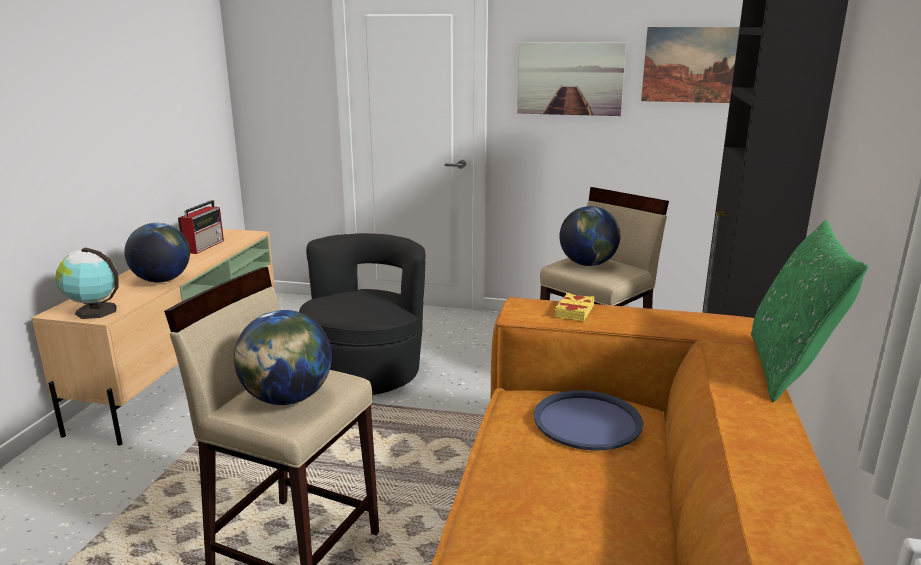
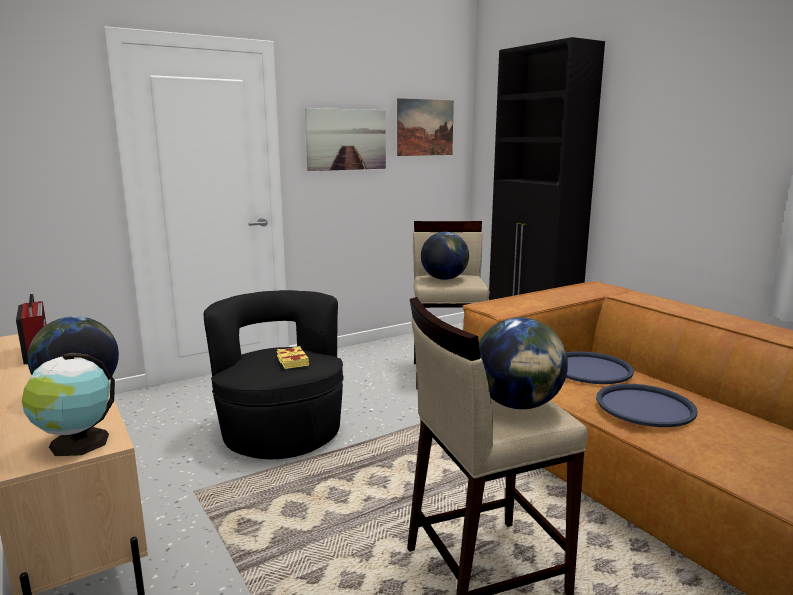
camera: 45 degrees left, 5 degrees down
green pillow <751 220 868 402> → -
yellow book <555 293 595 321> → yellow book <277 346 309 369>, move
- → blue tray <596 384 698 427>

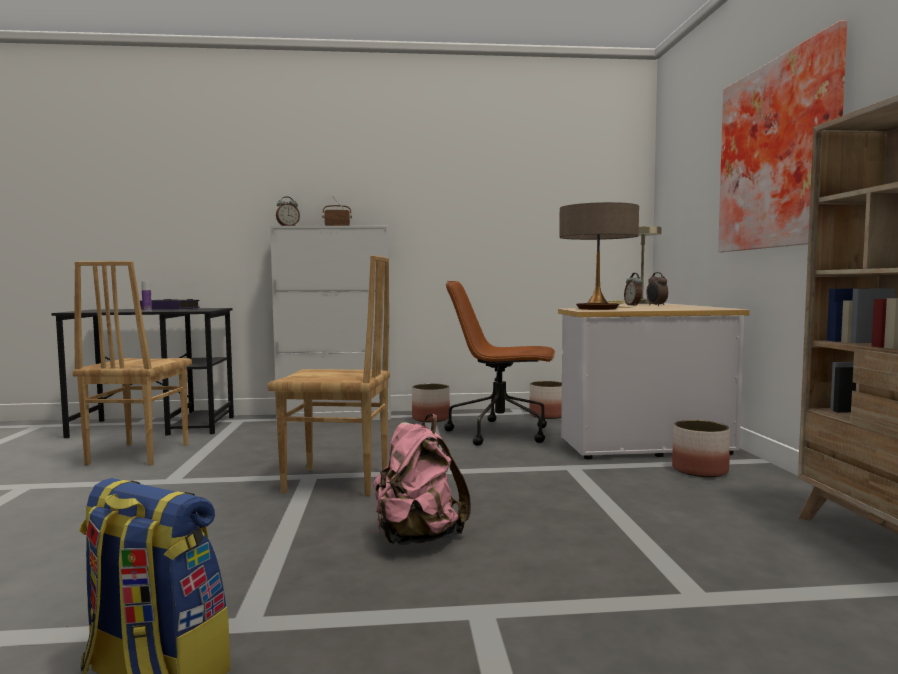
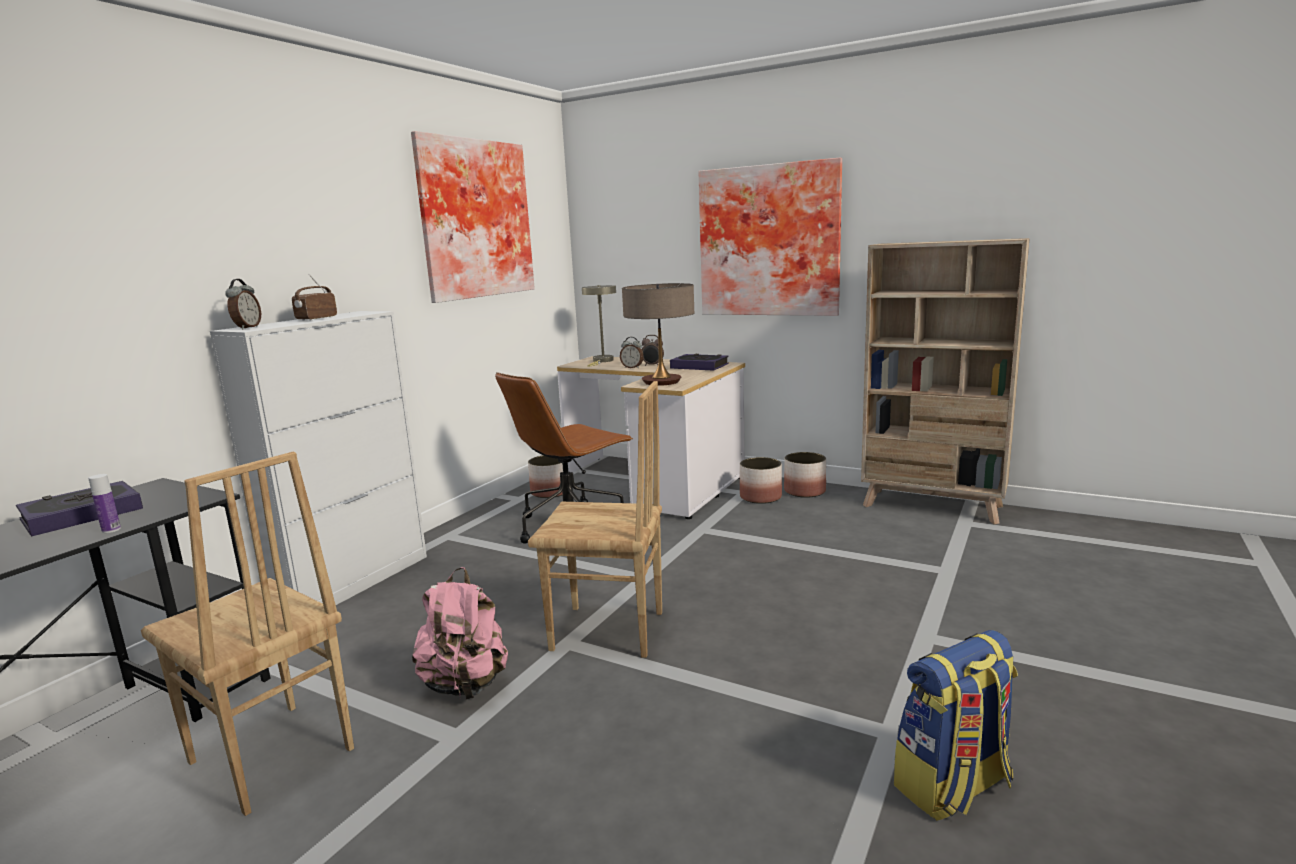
camera: 55 degrees left, 10 degrees up
brown chair <268 255 390 496> → brown chair <528 381 662 658>, 60 degrees clockwise
planter <412 384 450 423> → planter <784 452 826 498>, move
pink backpack <373 414 471 545> → pink backpack <412 567 508 699>, move
- → picture <411 131 535 303>
- → book <670 354 729 371>

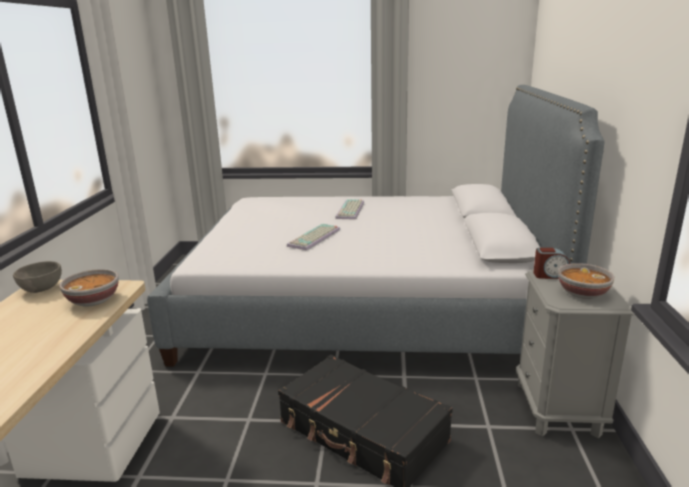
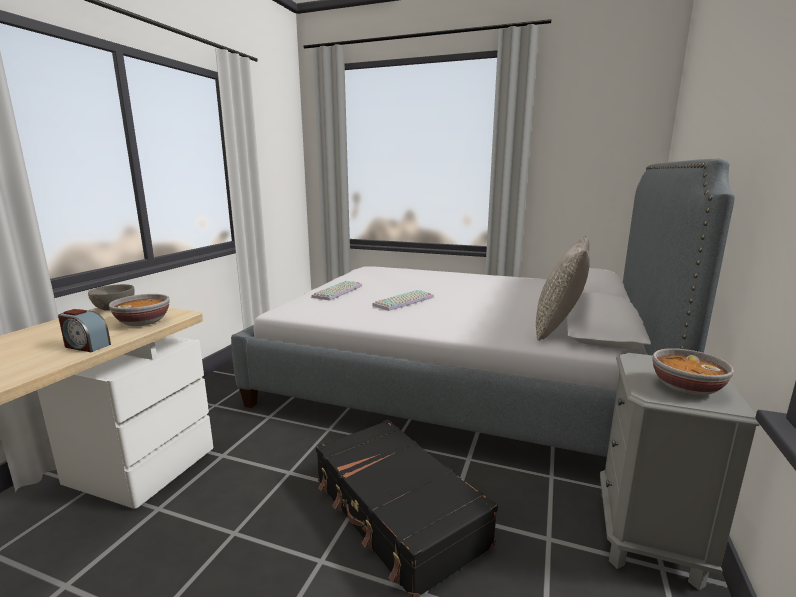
camera: 15 degrees right, 5 degrees down
keyboard <335 199 364 220> → keyboard <311 281 362 301>, move
alarm clock <533 248 570 279> → alarm clock <58 309 111 352>, move
- → grey pillow <536 235 590 341>

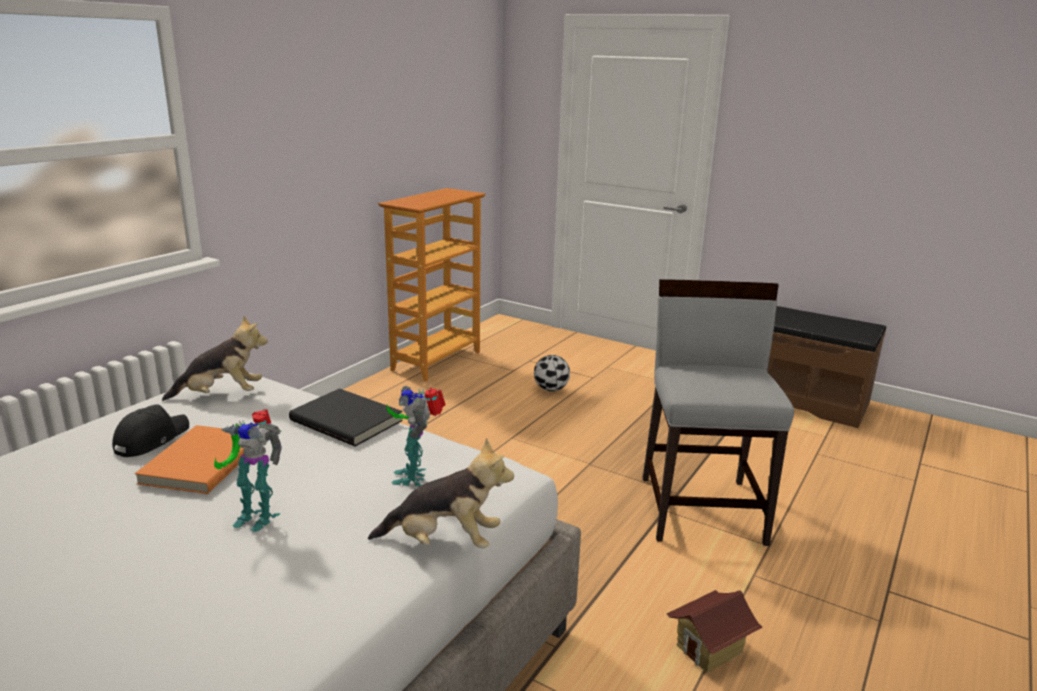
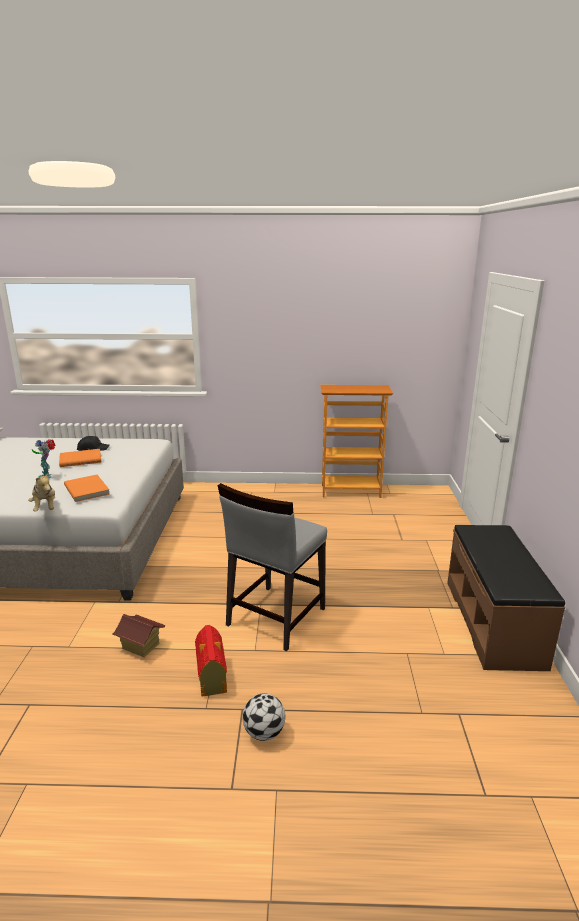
camera: 60 degrees right, 0 degrees up
grey chair <643 279 794 546> → grey chair <218 483 327 651>, 150 degrees clockwise
plush toy <162 316 268 401> → -
football <534 355 570 391> → football <243 693 285 741>, move
toy robot <387 386 446 486> → orange book <64 475 110 502>
black book <289 388 403 447> → -
- → toy house <195 625 227 697>

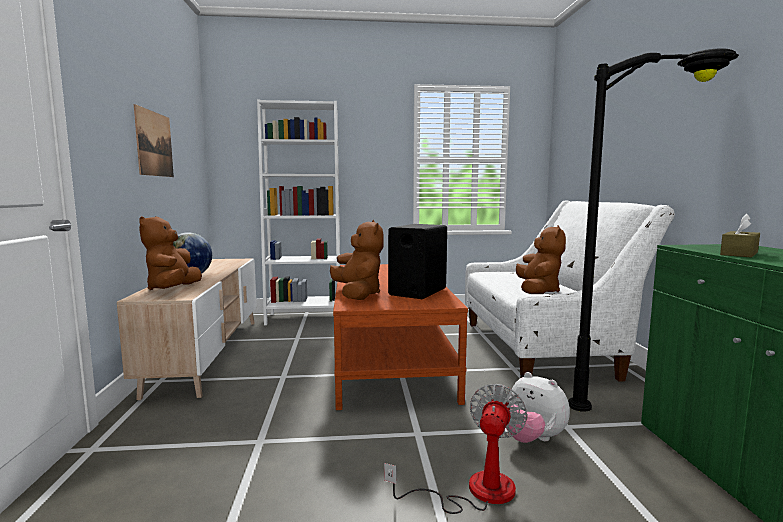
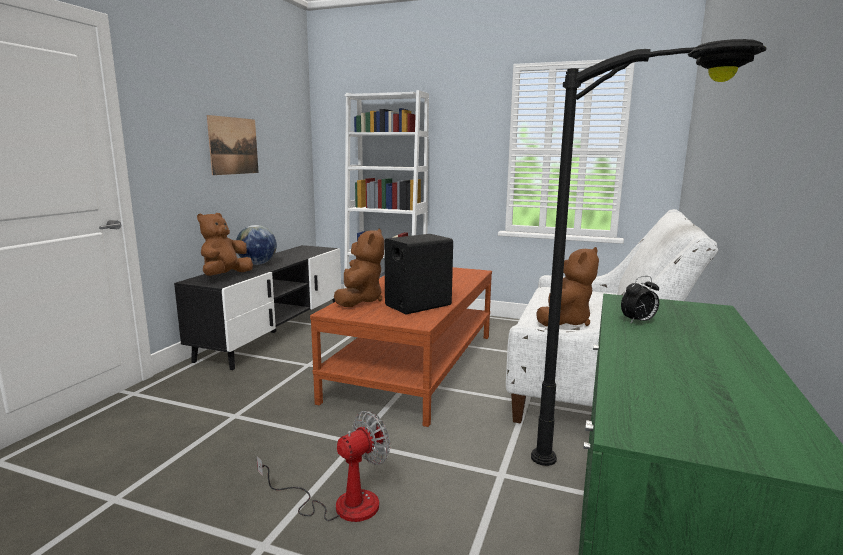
camera: 25 degrees right, 5 degrees up
brown tissue box <720 213 760 258> → alarm clock <621 276 659 324>
beige tv stand <117 259 257 400> → black tv stand <174 245 341 370>
plush toy <505 372 570 443> → -

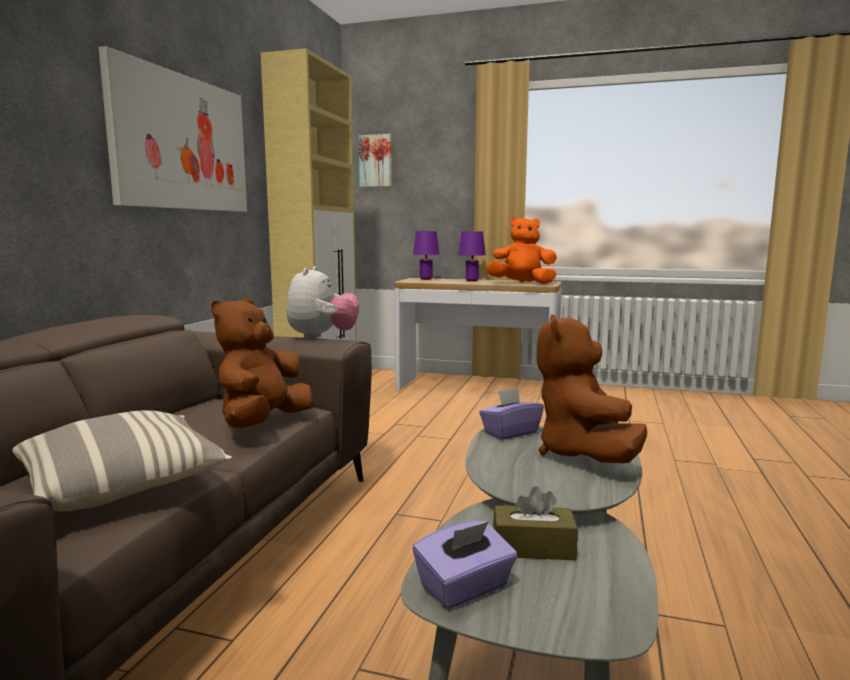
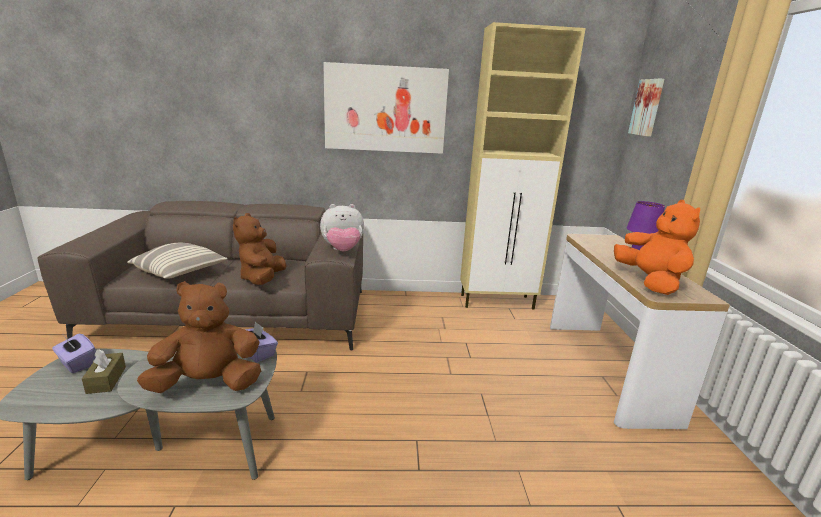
camera: 70 degrees right, 10 degrees up
purple table lamp <413 231 440 280> → -
brown plush toy <211 298 313 428> → brown plush toy <233 213 287 285>, 90 degrees counterclockwise

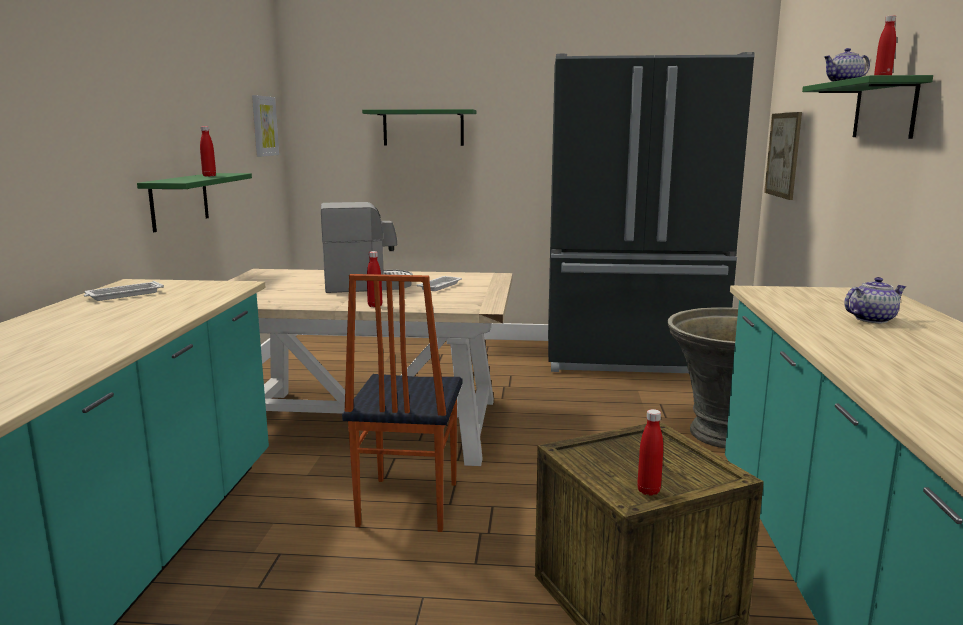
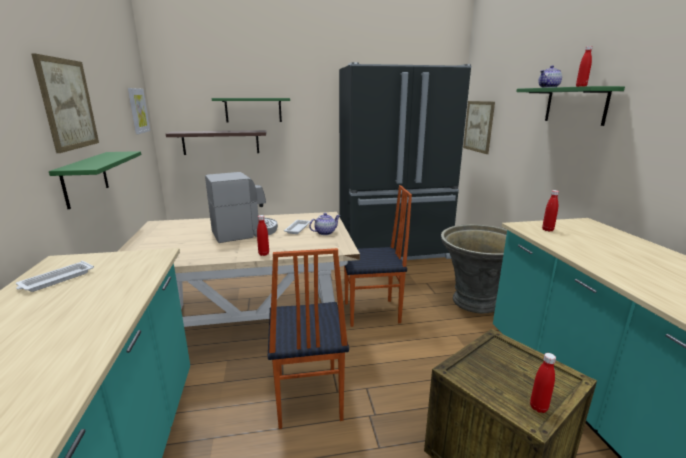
camera: 15 degrees left, 5 degrees up
red bottle <200 126 216 176> → red bottle <542 190 559 231>, move
teapot <844 277 906 323> → teapot <309 213 340 235>, move
- → picture <31 53 99 153>
- → shelf <166 130 266 155>
- → chair <344 185 412 327>

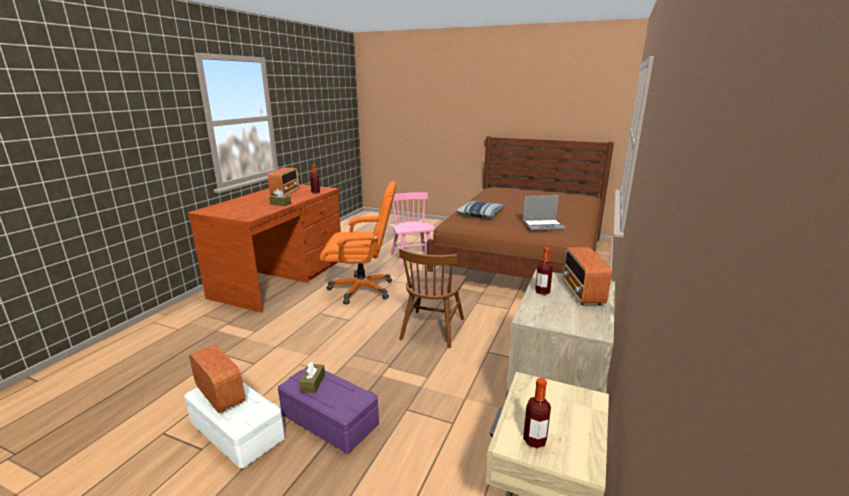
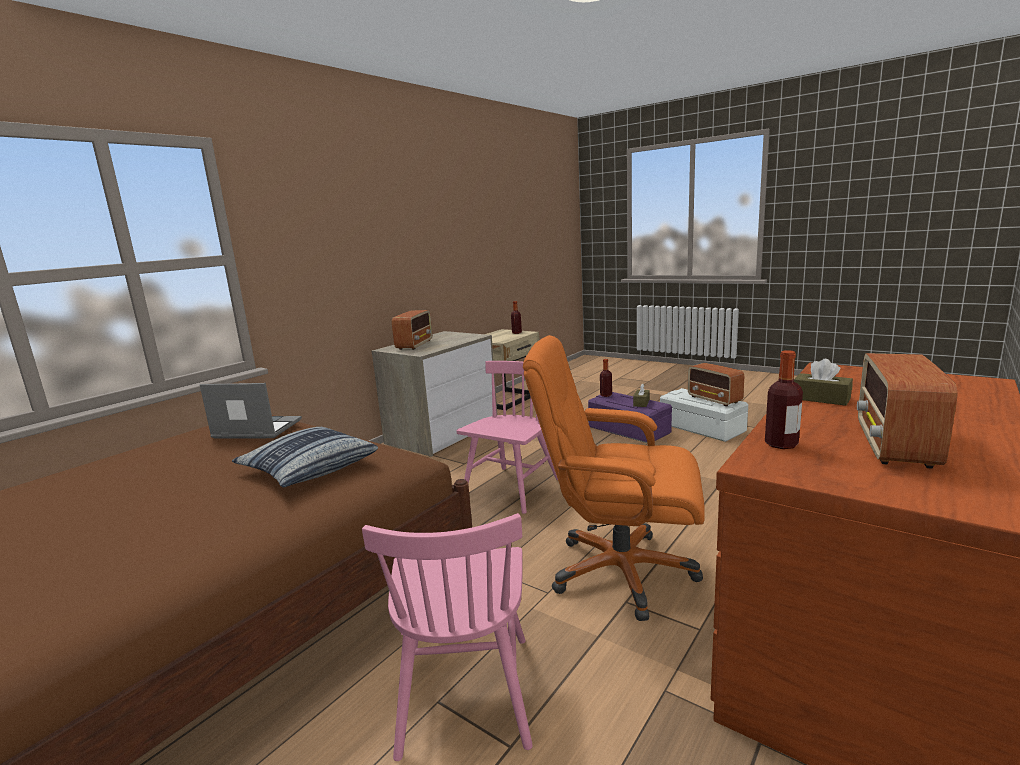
camera: 165 degrees left, 5 degrees down
bottle <535 247 553 295> → bottle <600 359 612 397>, move
brown chair <399 248 466 348> → pink chair <456 361 558 514>

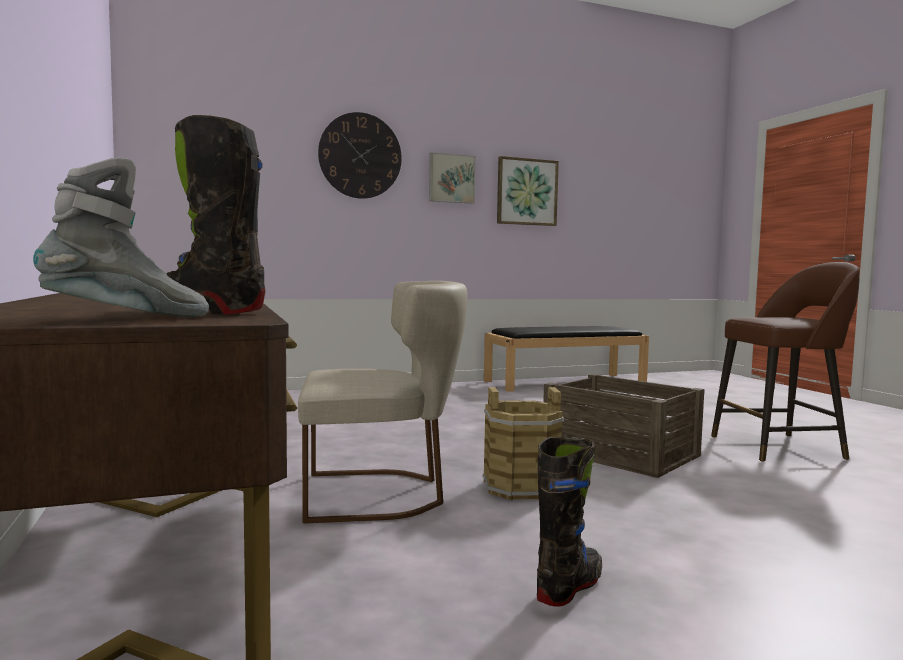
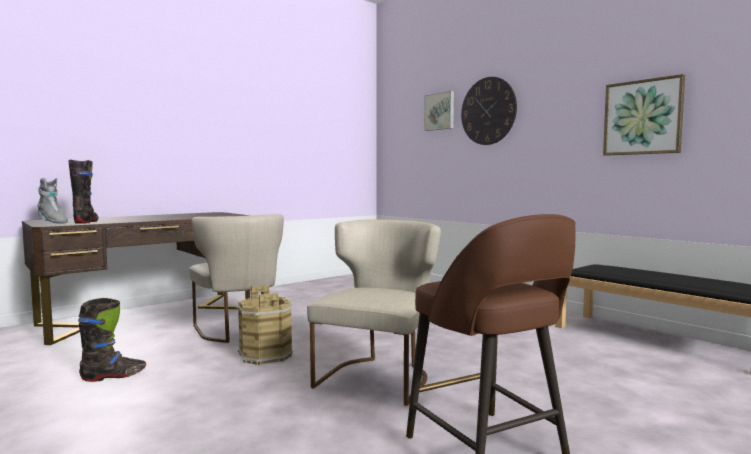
camera: 70 degrees right, 0 degrees up
picture <429 152 476 204> → picture <424 91 454 131>, move
crate <543 374 704 478> → beige chair <307 219 441 406>
black boot <537 437 602 607> → black boot <78 298 146 382>, 45 degrees counterclockwise

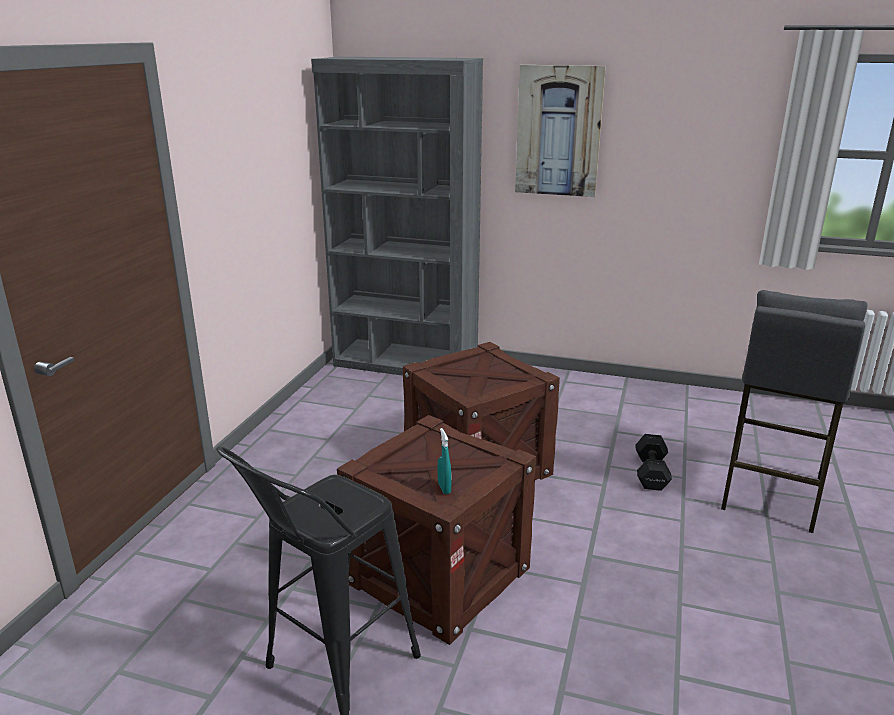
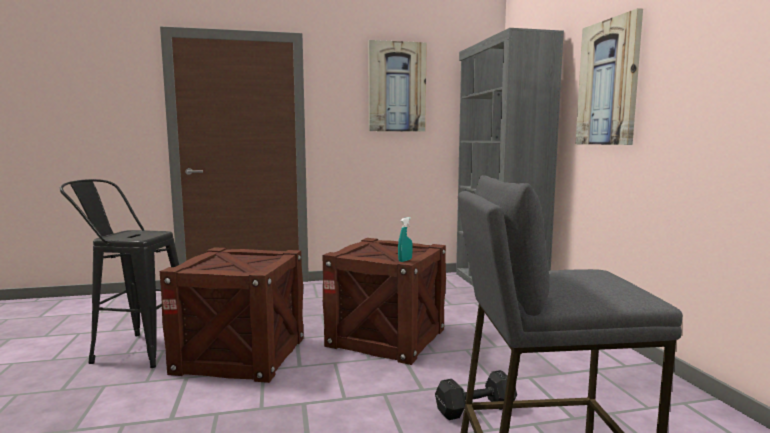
camera: 60 degrees right, 15 degrees down
turquoise spray bottle <438 428 451 494> → turquoise spray bottle <398 217 413 262>, move
- → picture <368 40 427 132>

